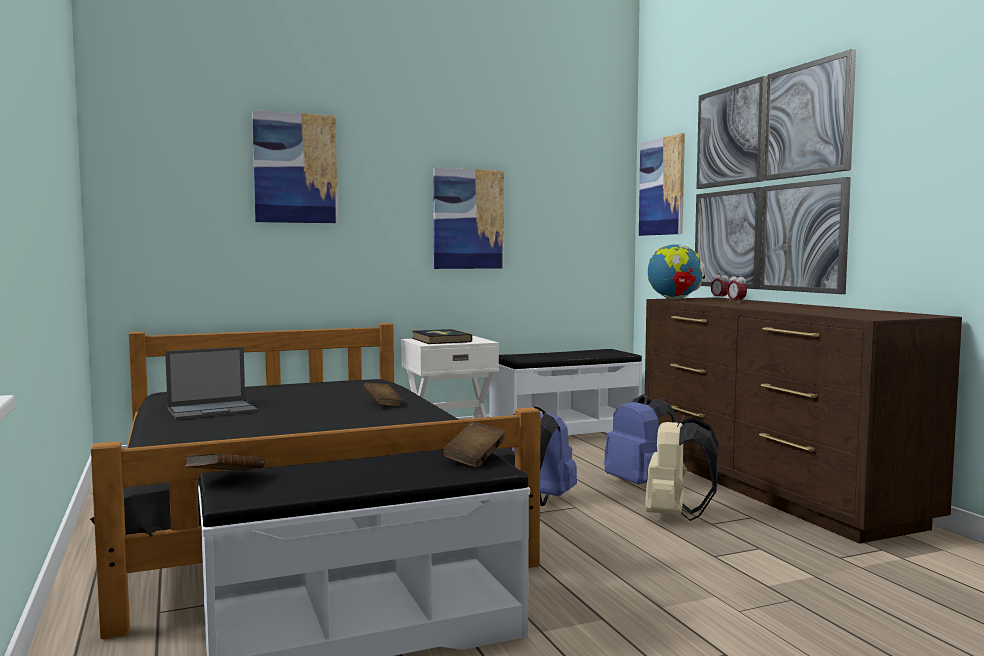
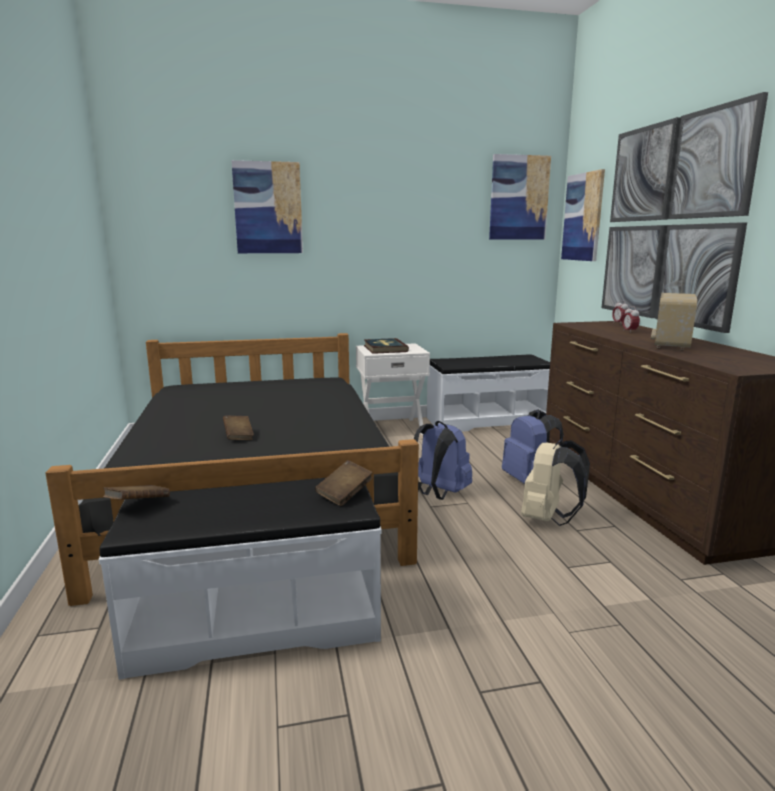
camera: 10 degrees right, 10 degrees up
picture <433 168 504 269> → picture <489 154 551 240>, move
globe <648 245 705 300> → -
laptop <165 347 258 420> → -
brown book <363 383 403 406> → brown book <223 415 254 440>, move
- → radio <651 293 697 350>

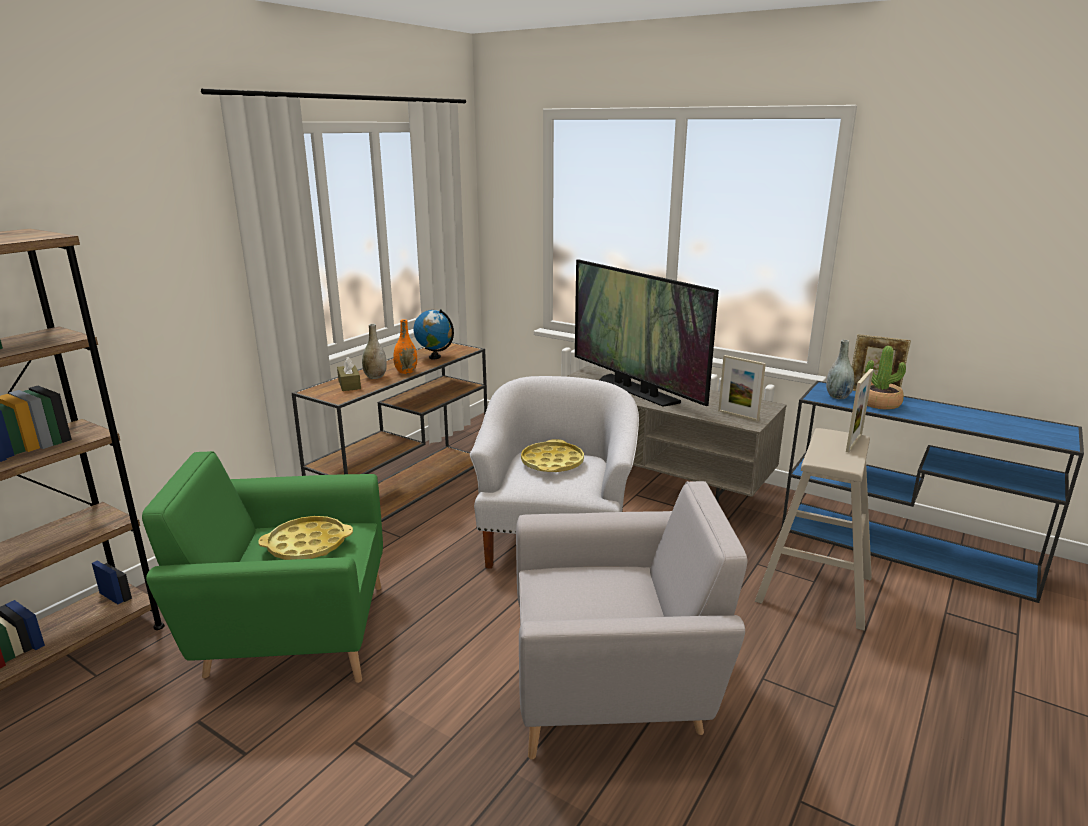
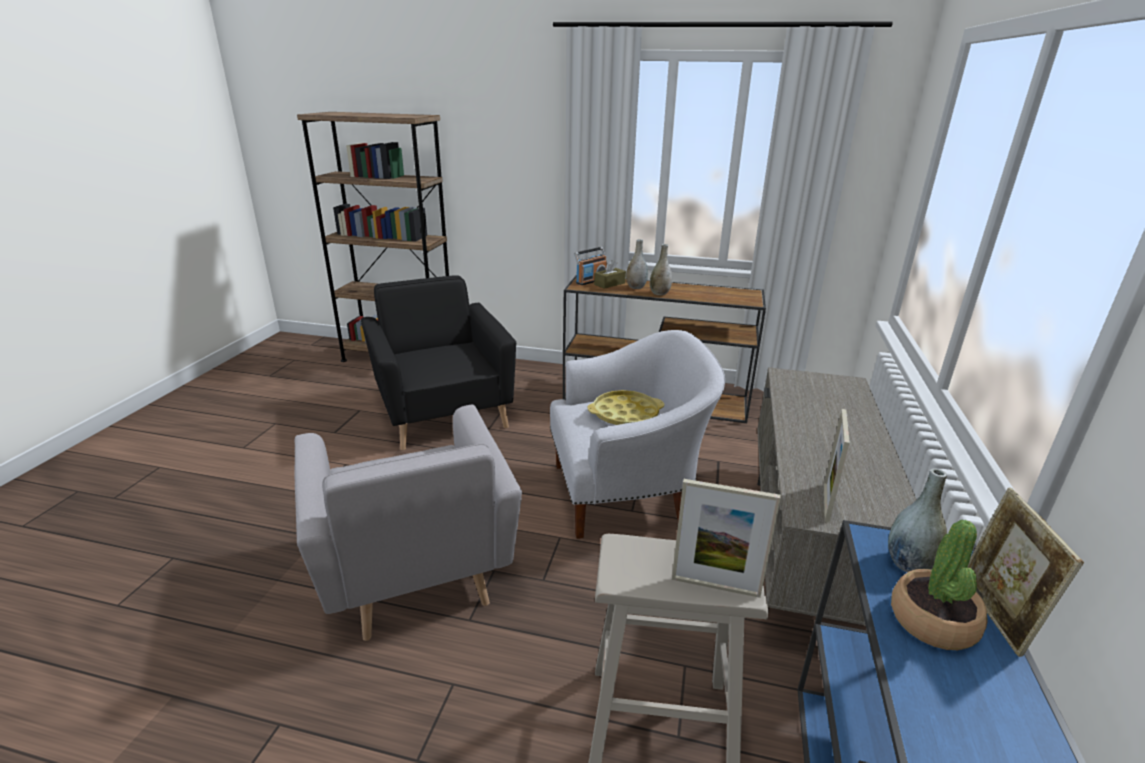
camera: 70 degrees right, 5 degrees up
television <575 259 719 406> → -
globe <413 309 454 359> → -
orange vase <393 319 417 374> → grey vase <650 244 672 295>
green armchair <142 451 383 683> → black armchair <361 275 516 450>
yellow tray <258 516 353 560> → -
- → radio <574 247 607 285>

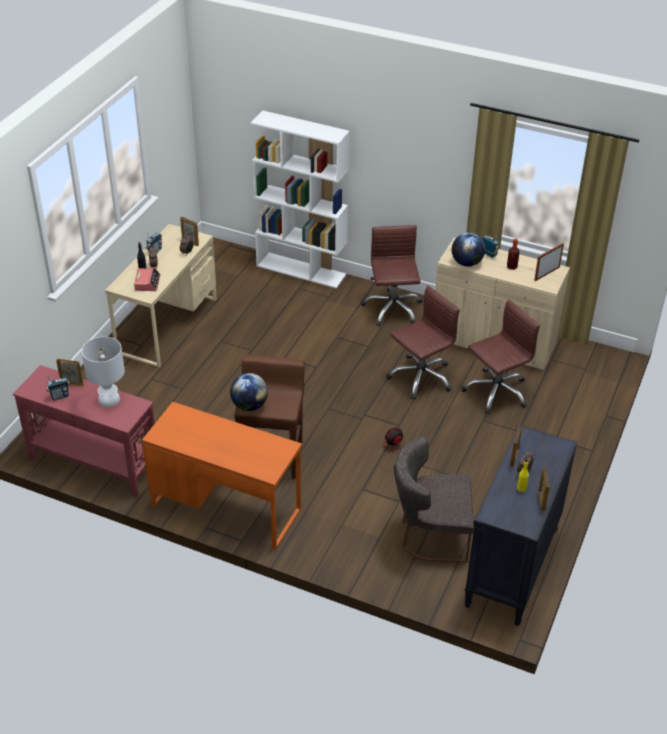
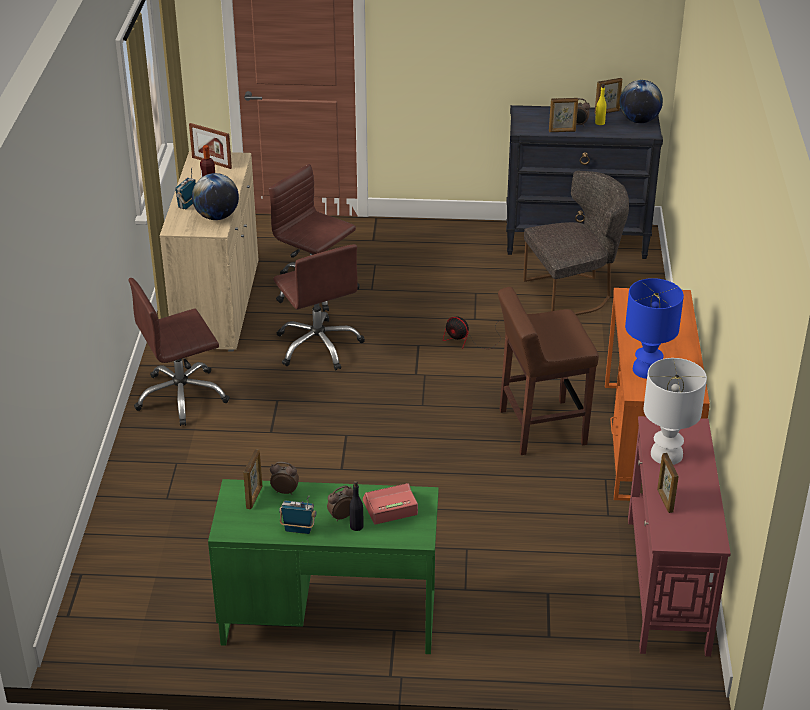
camera: 110 degrees left, 5 degrees down
white bookcase <251 110 350 289> → -
beige desk <105 224 217 367> → green desk <208 479 439 654>
brown office chair <387 286 460 400> → brown office chair <273 244 365 370>, 150 degrees counterclockwise
globe <230 373 268 411> → globe <620 80 663 123>, move
radio <46 374 70 401> → -
grey chair <394 437 474 562> → grey chair <523 171 629 315>, 90 degrees counterclockwise
- → blue table lamp <625 278 684 379>

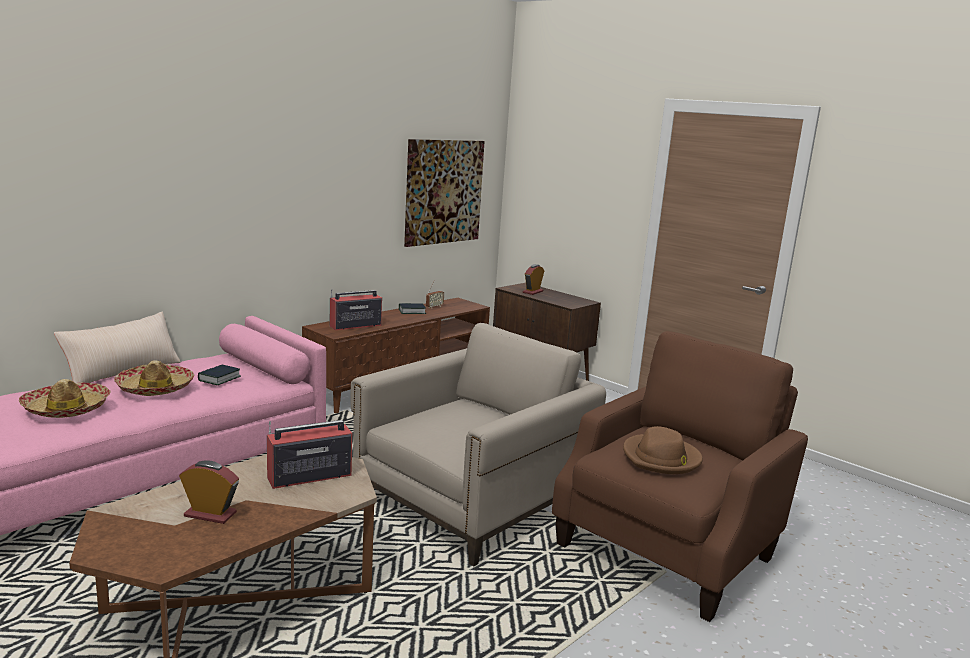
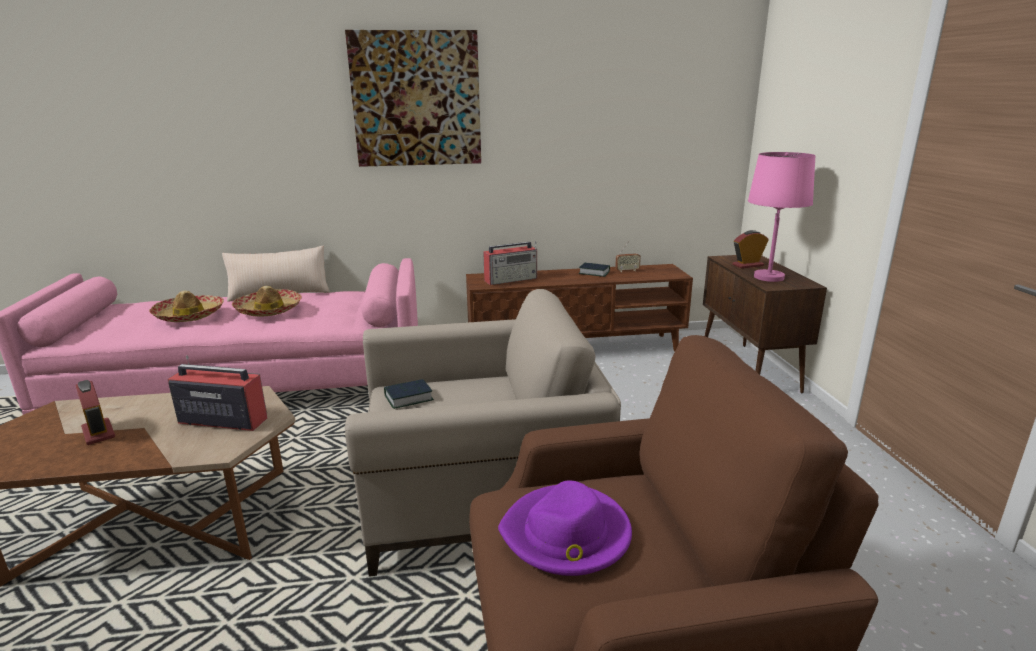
camera: 40 degrees right, 5 degrees up
picture <404 139 485 247> → picture <345 30 481 167>, move
radio <330 289 382 330> → radio <483 241 537 285>, 150 degrees clockwise
book <198 364 241 385> → book <384 379 434 409>, move
brown hat <623 426 703 474> → purple hat <498 480 632 576>
- → pink table lamp <748 152 816 282>

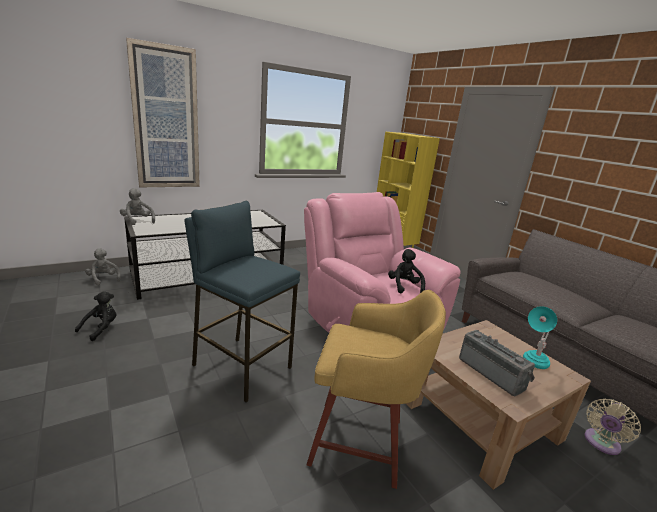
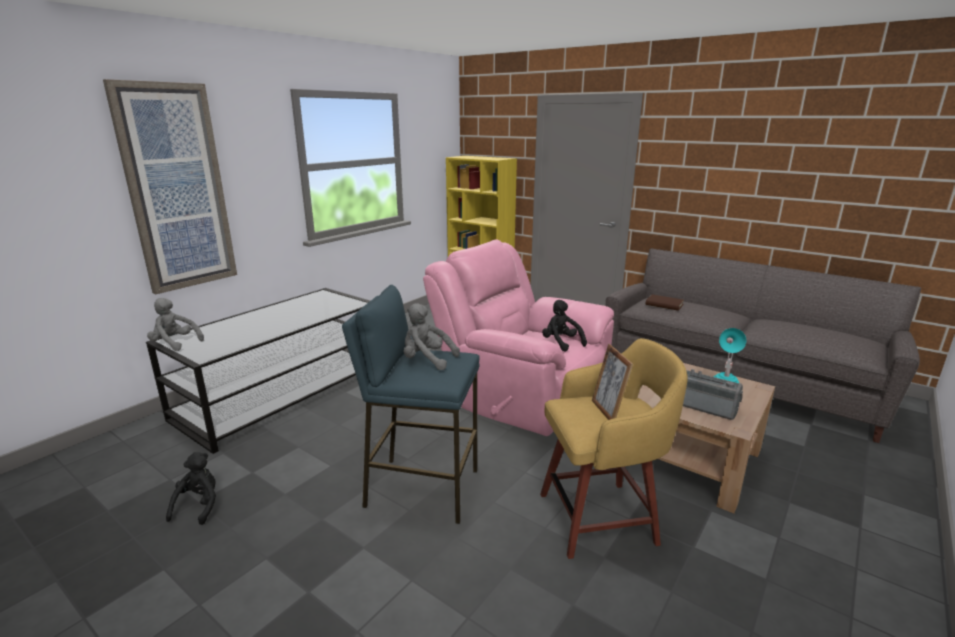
camera: 20 degrees left, 0 degrees up
grey plush toy <85 248 121 286> → grey plush toy <404 303 460 370>, move
beige fan <585 398 641 455> → -
- → brown book <645 294 684 311>
- → picture frame <592 344 633 420>

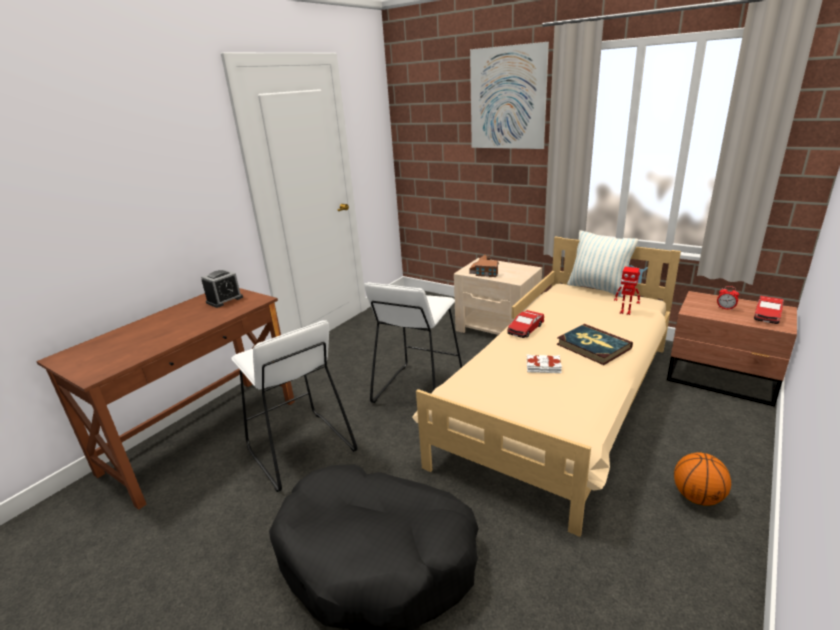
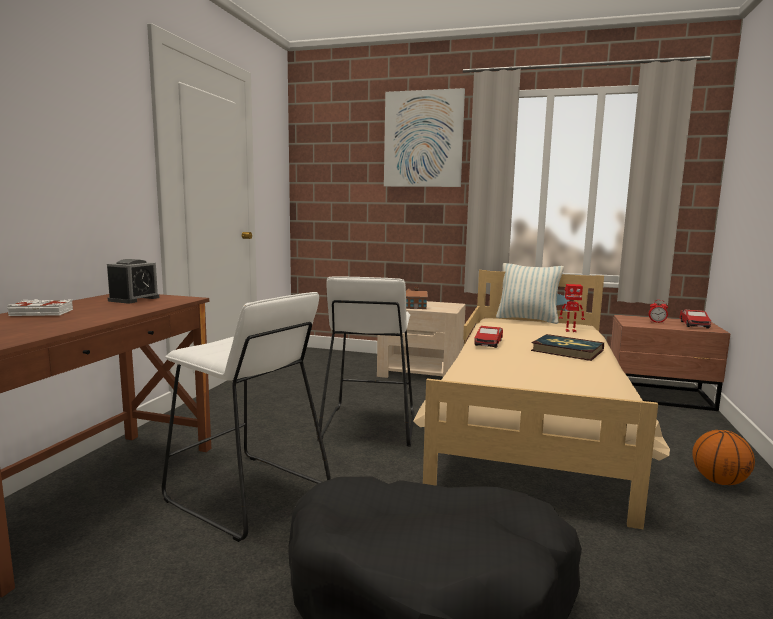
camera: 20 degrees left, 15 degrees down
white book <527 354 562 373> → white book <7 299 73 316>, move

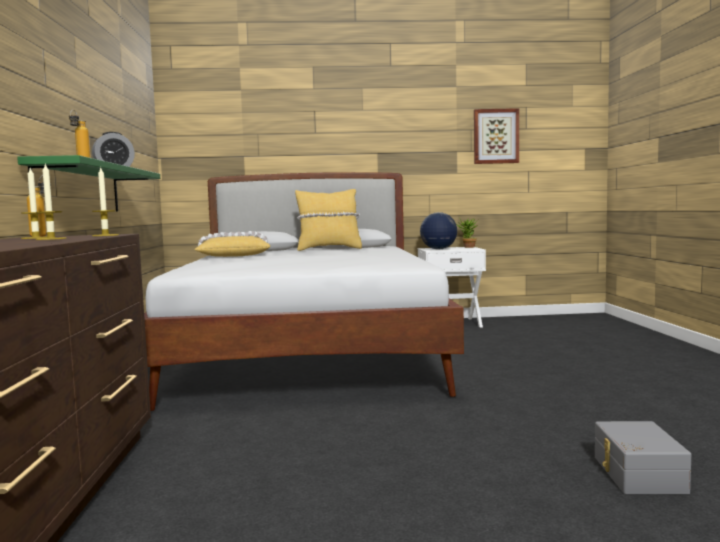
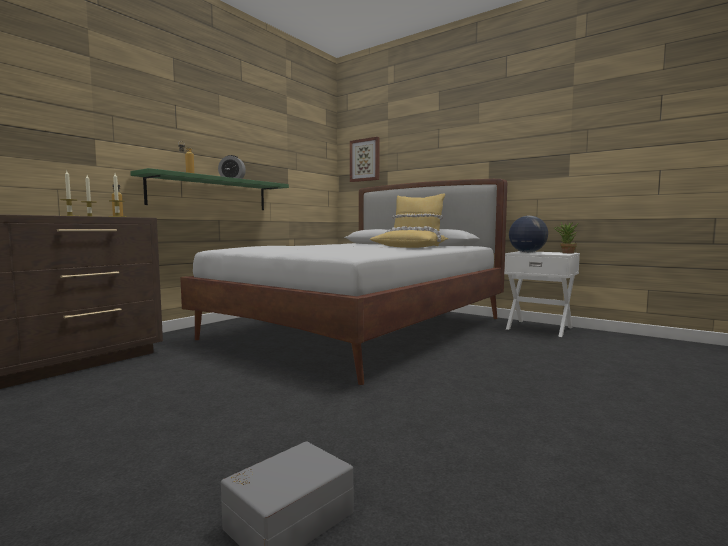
camera: 40 degrees right, 0 degrees up
picture <474 108 519 164> → picture <350 137 380 182>, move
yellow pillow <194 231 270 257> → yellow pillow <369 226 448 248>, move

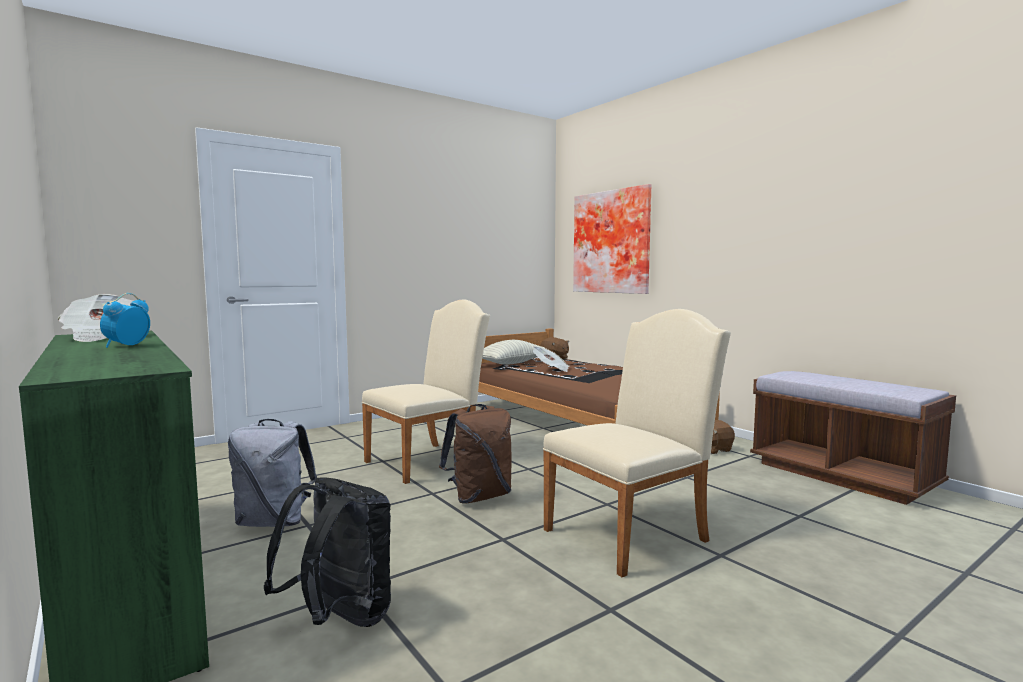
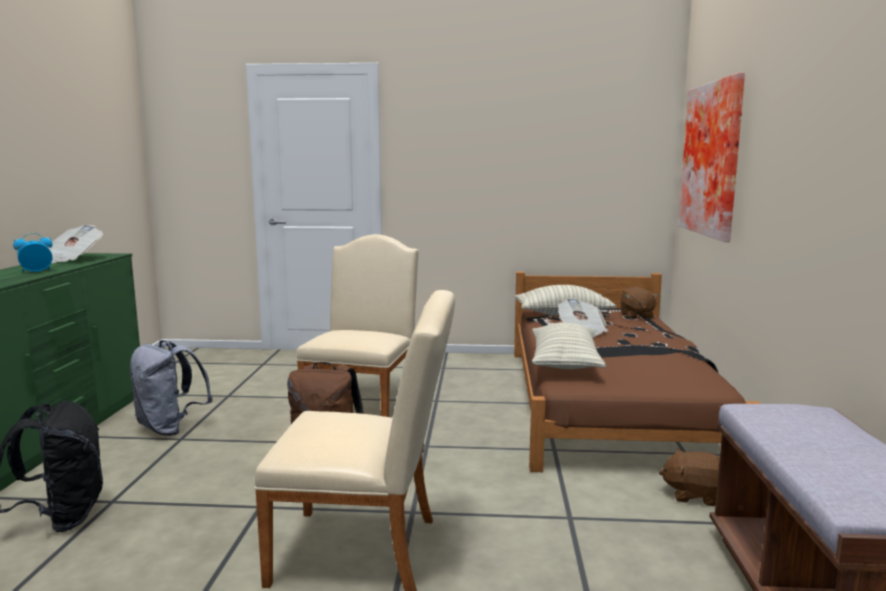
camera: 40 degrees right, 5 degrees up
beige chair <362 299 490 484> → beige chair <296 234 419 417>, 75 degrees counterclockwise
- → pillow <532 322 606 369>

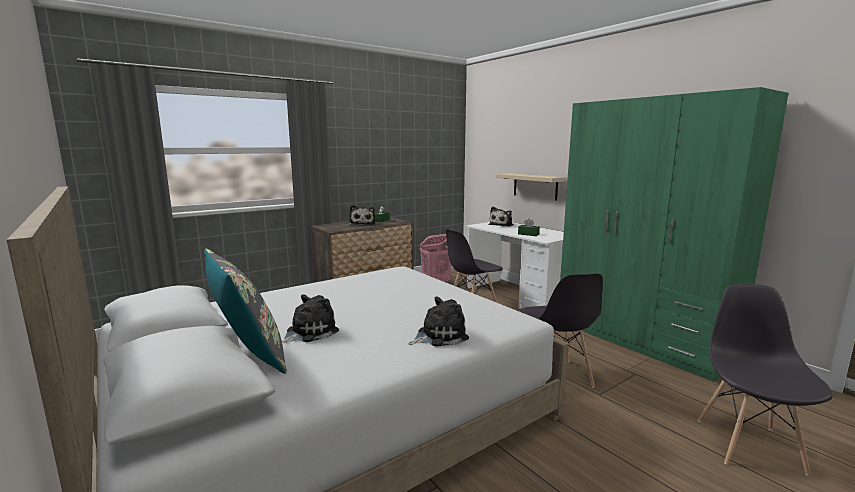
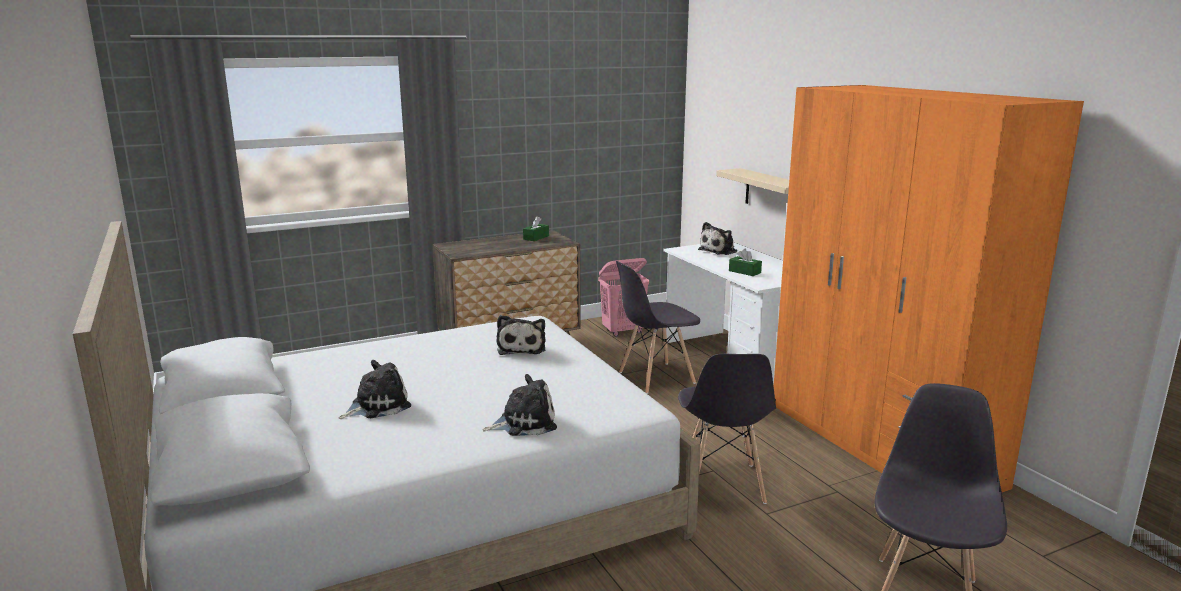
camera: 10 degrees right, 5 degrees up
green wardrobe <560 87 789 382> → orange wardrobe <774 85 1084 492>
plush toy <349 205 375 226> → plush toy <496 315 546 355>, move
grey pillow <204 249 287 374> → -

